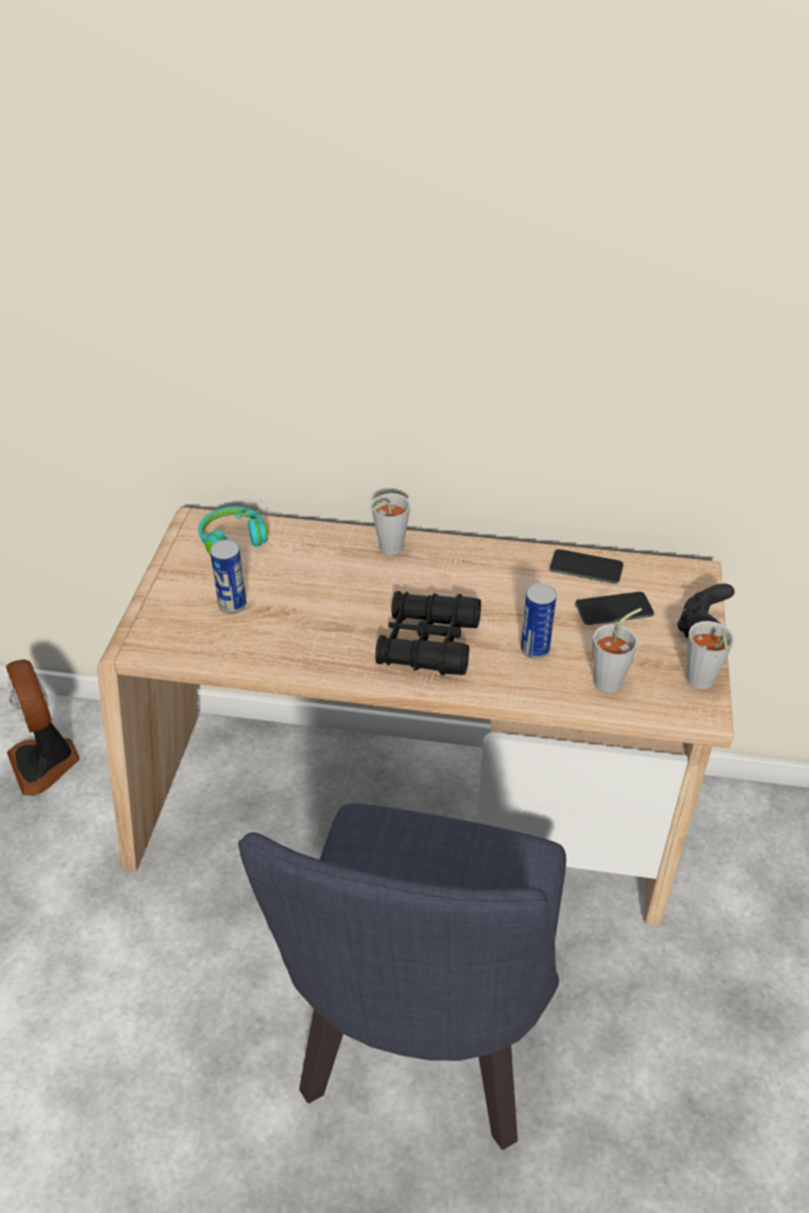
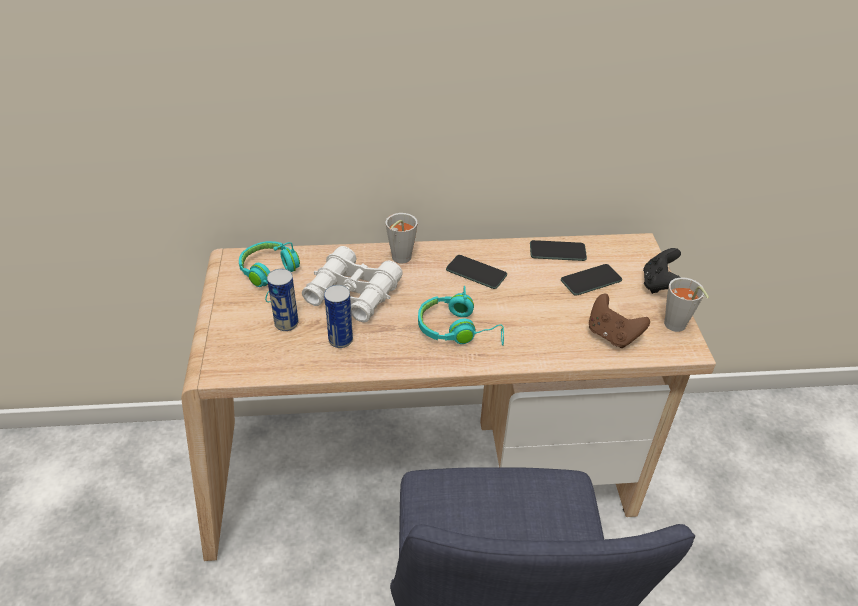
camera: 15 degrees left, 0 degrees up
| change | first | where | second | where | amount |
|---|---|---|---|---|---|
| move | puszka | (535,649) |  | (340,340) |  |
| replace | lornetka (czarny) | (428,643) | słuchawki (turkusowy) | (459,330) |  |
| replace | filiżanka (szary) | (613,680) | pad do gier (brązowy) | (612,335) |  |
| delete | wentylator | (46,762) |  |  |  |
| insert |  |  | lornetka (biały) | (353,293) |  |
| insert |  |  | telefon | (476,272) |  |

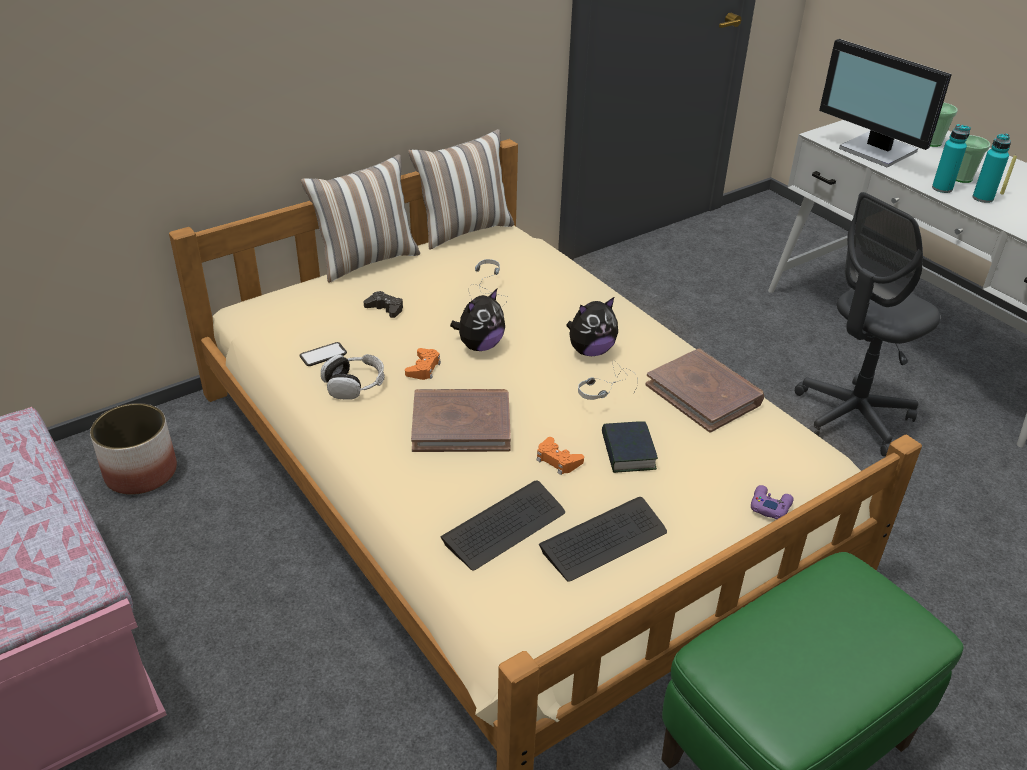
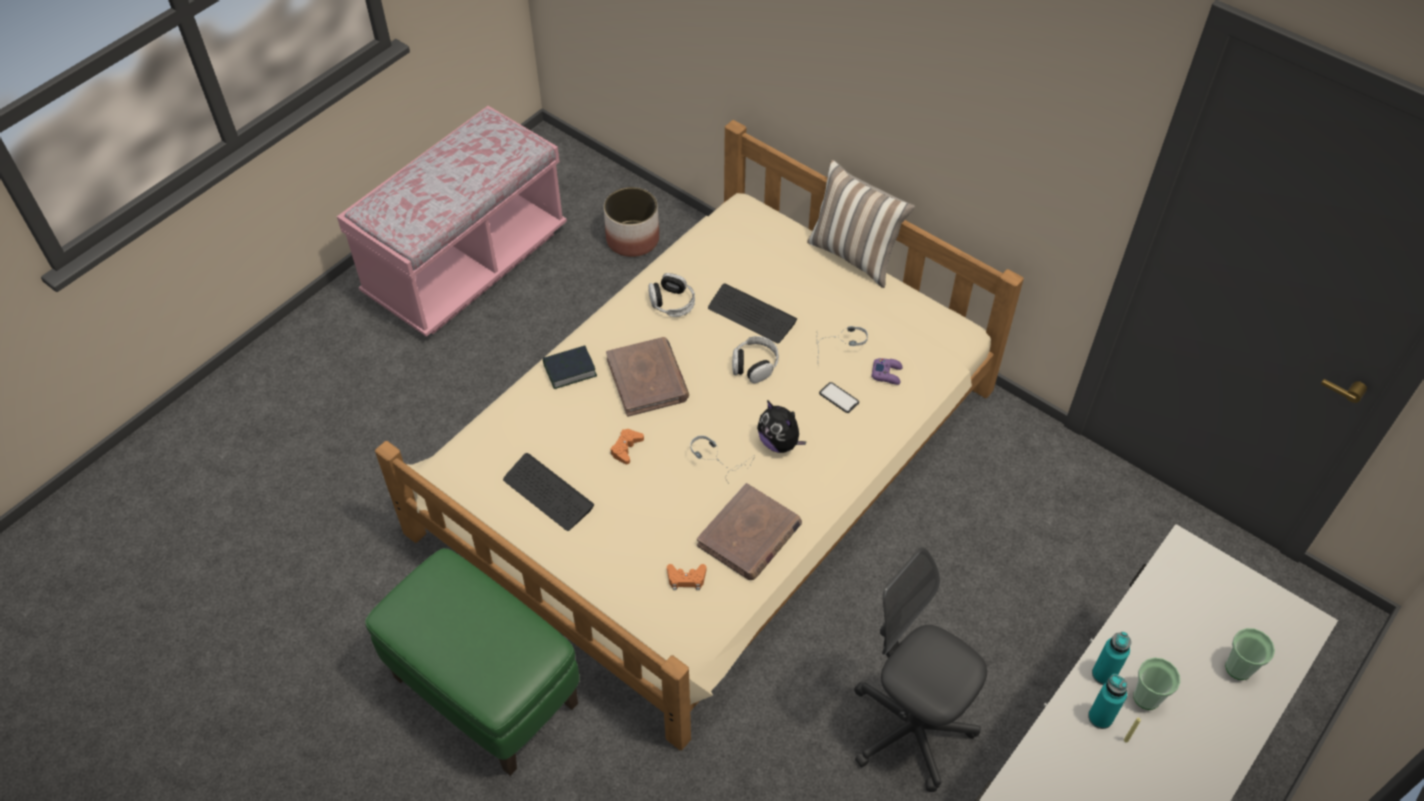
camera: 75 degrees right, 15 degrees up
| change | first | where | second | where | amount |
|---|---|---|---|---|---|
| delete | monitor | (877,151) |  |  |  |
| delete | poduszka | (463,229) |  |  |  |
| replace | pluszak | (479,346) | słuchawki | (754,365) |  |
| delete | pad do gier (czarny) | (385,309) |  |  |  |
| move | telefon | (323,355) |  | (839,398) |  |
| move | pad do gier (pomarańczowy) | (423,368) |  | (686,579) |  |
| move | książka | (628,452) |  | (569,370) |  |
| move | klawiatura | (504,527) |  | (751,315) |  |
| move | pad do gier (fioletowy) | (770,506) |  | (887,373) |  |

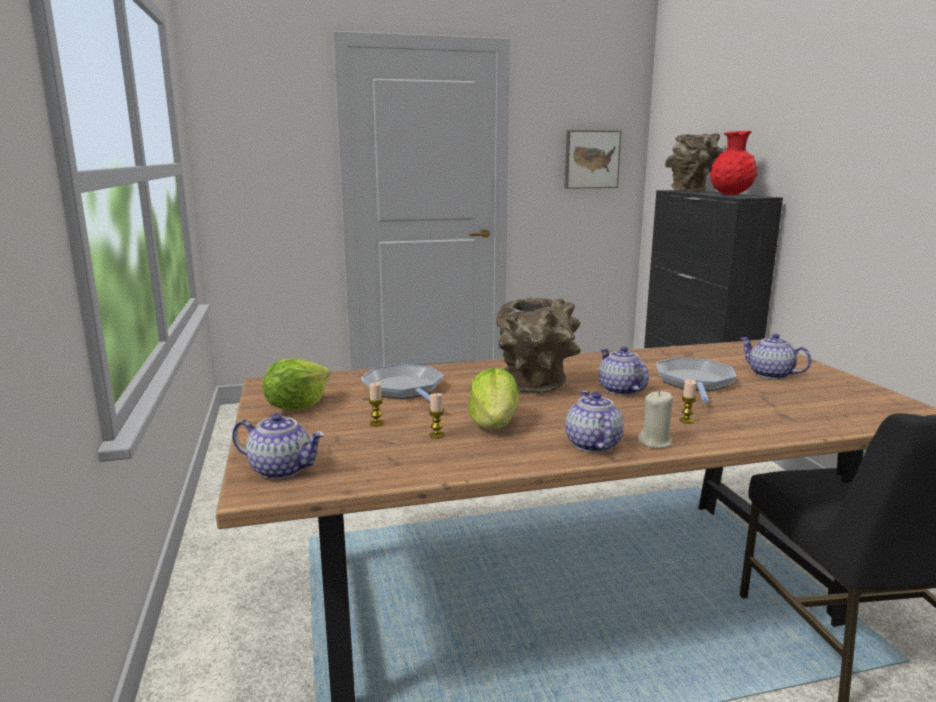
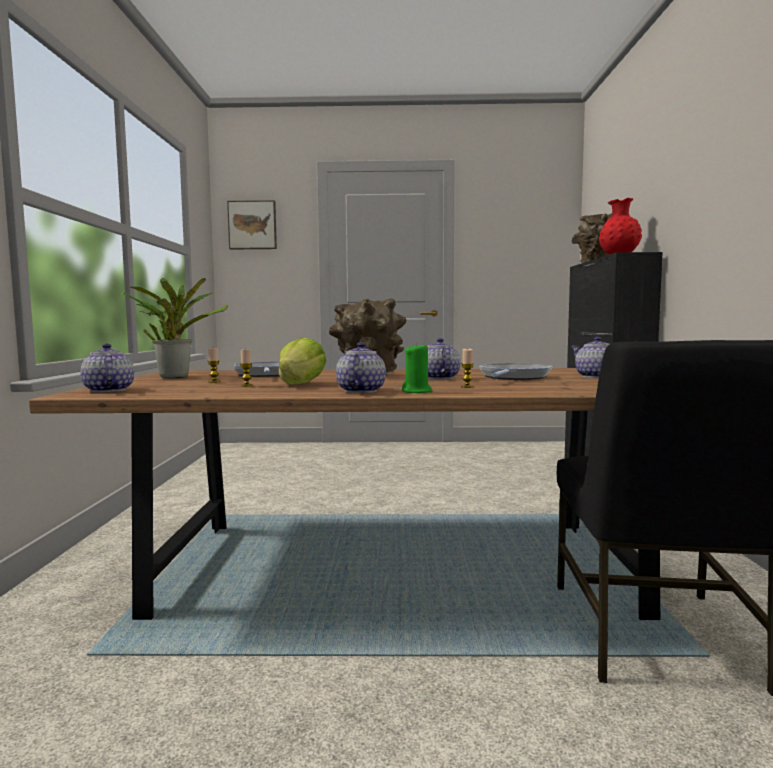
camera: 15 degrees right, 10 degrees down
| change | first | where | second | where | amount |
|---|---|---|---|---|---|
| move | obraz | (591,159) |  | (252,225) |  |
| replace | sałata | (297,406) | roślina doniczkowa | (174,377) |  |
| recolor | świeca (beżowy) | (655,442) | świeca (zielony) | (417,392) |  |
| rotate | imbryk | (282,469) |  | (108,390) | 150 degrees counterclockwise |

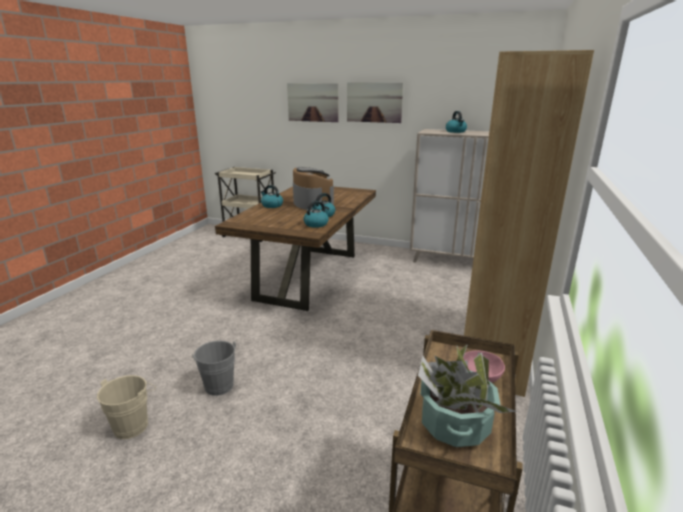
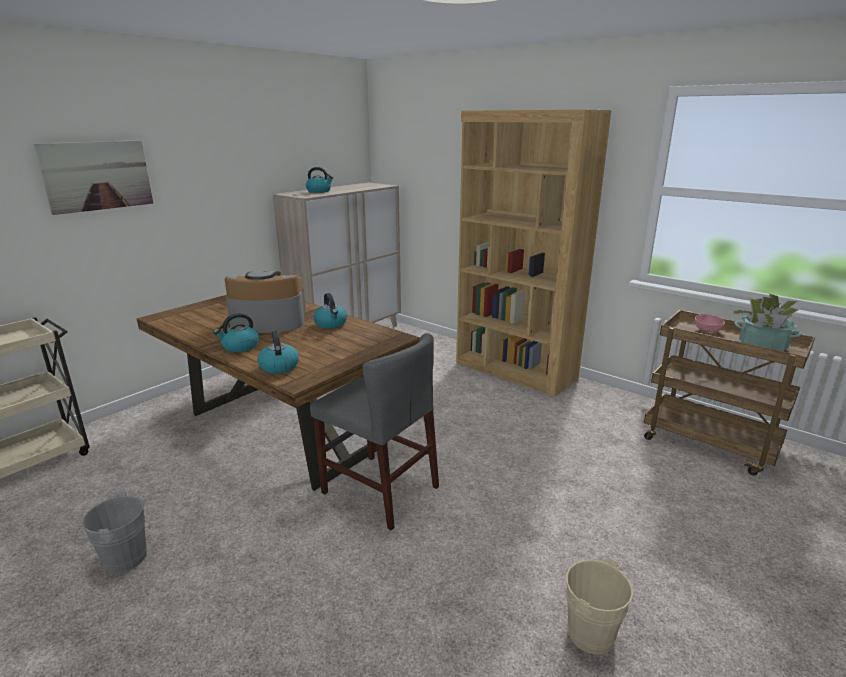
camera: 70 degrees left, 0 degrees up
| change | first | where | second | where | amount |
|---|---|---|---|---|---|
| delete | obraz | (374,102) |  |  |  |
| move | czajnik | (316,224) |  | (279,366) |  |
| move | wiadro (szary) | (218,384) |  | (120,559) |  |
| insert |  |  | krzesło (szary) | (380,490) |  |

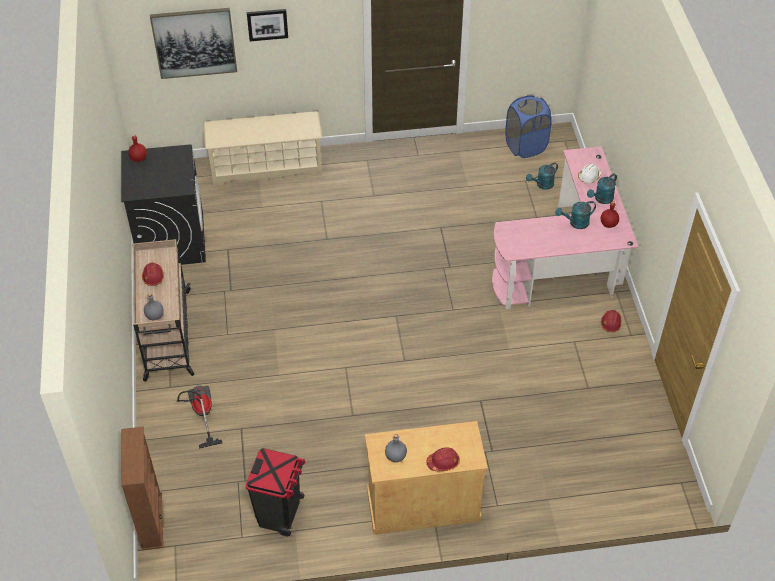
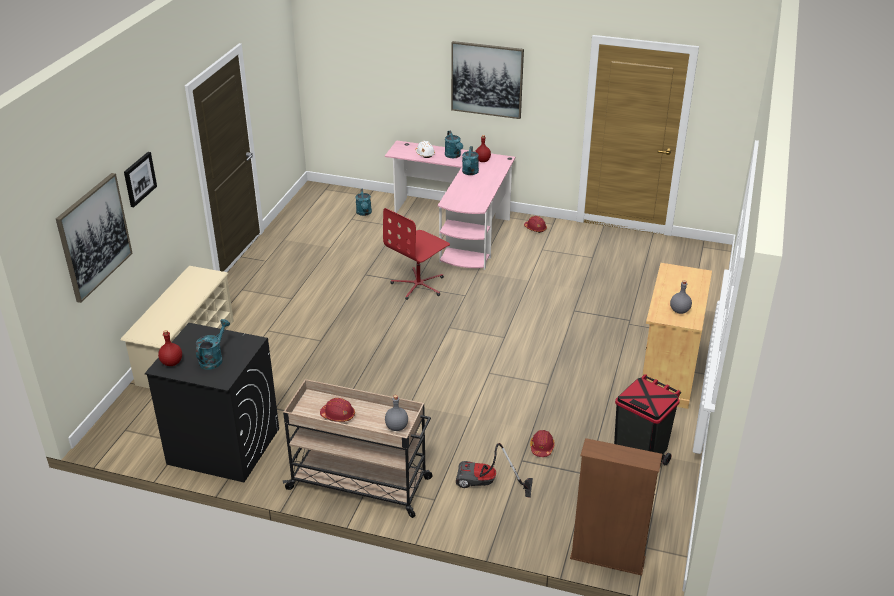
camera: 65 degrees left, 15 degrees down
| change | first | where | second | where | amount |
|---|---|---|---|---|---|
| delete | kosz na pranie (niebieski) | (525,146) |  |  |  |
| move | kask (czerwony) | (443,462) |  | (542,447) |  |
| insert |  |  | obraz | (487,79) |  |
| insert |  |  | krzesło biurowe (czerwony) | (419,285) |  |
| insert |  |  | konewka (turkusowy) | (213,358) |  |

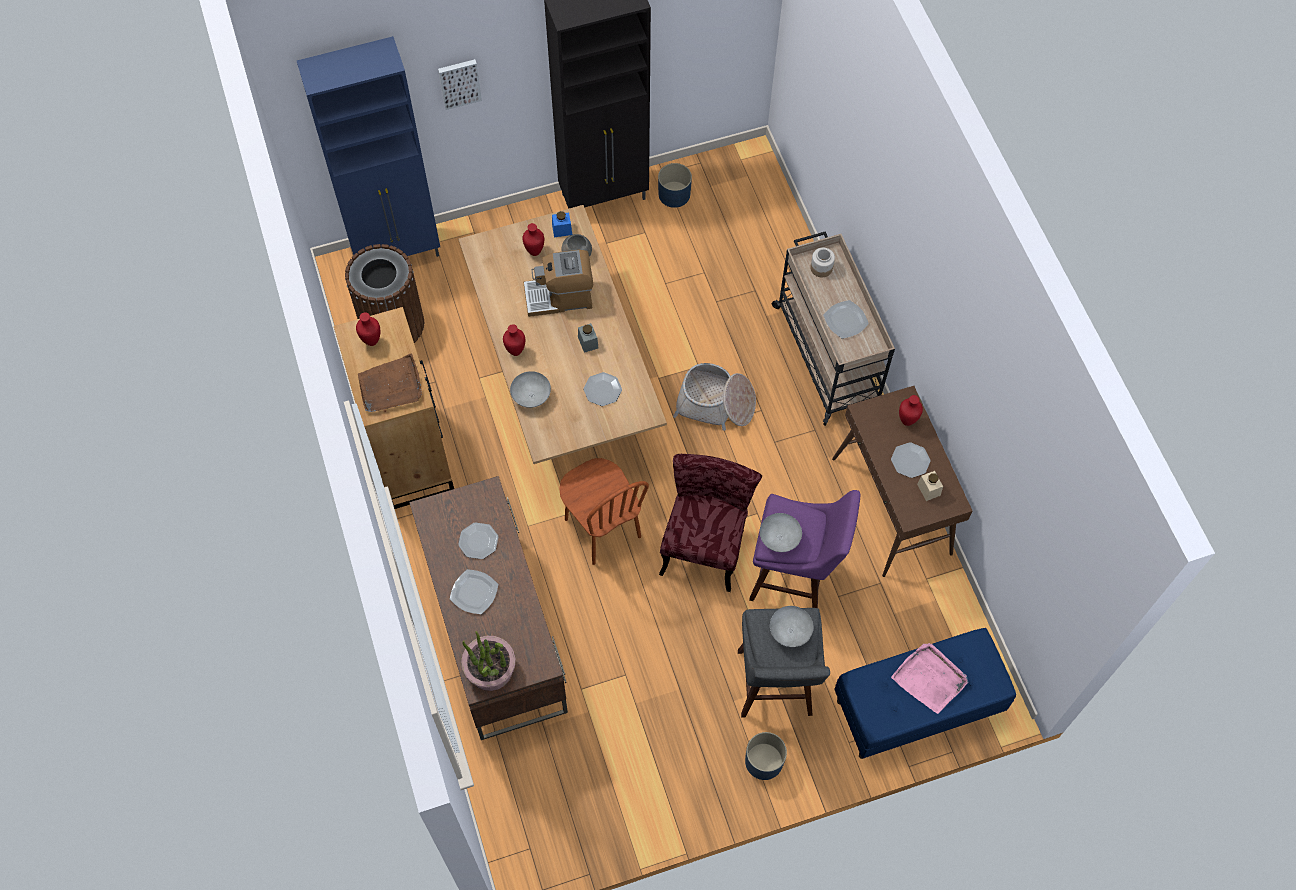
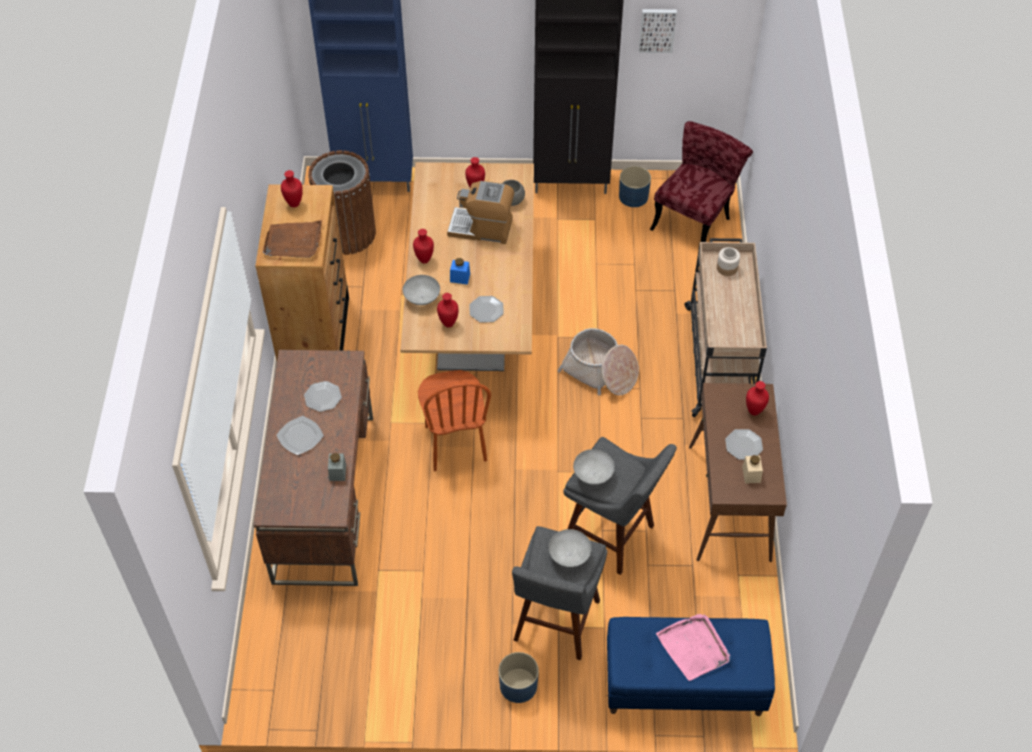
camera: 20 degrees right, 10 degrees down
| change | first | where | second | where | amount |
|---|---|---|---|---|---|
| move | obraz | (459,82) |  | (657,29) |  |
| move | słoik (niebieski) | (562,230) |  | (460,278) |  |
| delete | talerz | (845,320) |  |  |  |
| move | słoik (szary) | (588,342) |  | (337,472) |  |
| move | krzesło (czerwony) | (705,542) |  | (695,219) |  |
| recolor | stołek (fioletowy) | (794,578) | stołek (szary) | (612,536) |  |
| delete | roślina doniczkowa | (490,670) |  |  |  |
| insert |  |  | wazon (czerwony) | (449,324) |  |

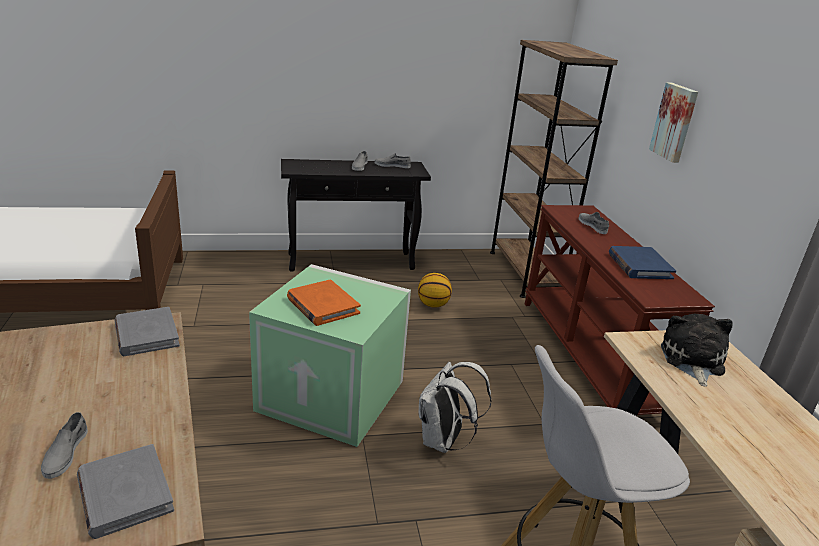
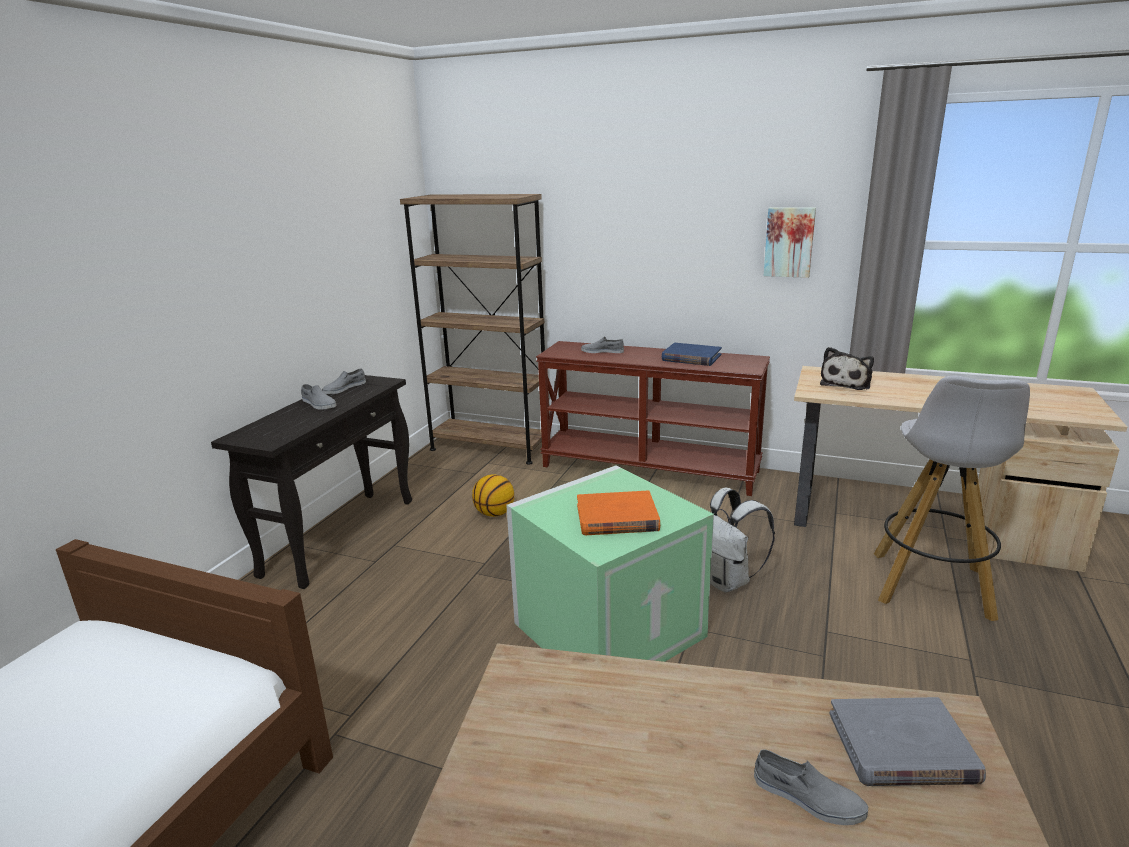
camera: 55 degrees left, 5 degrees down
| change | first | where | second | where | amount |
|---|---|---|---|---|---|
| move | obraz | (675,122) |  | (789,242) |  |
| delete | książka (szary) | (146,334) |  |  |  |
| rotate | pluszak | (692,360) |  | (846,383) | 105 degrees counterclockwise |

